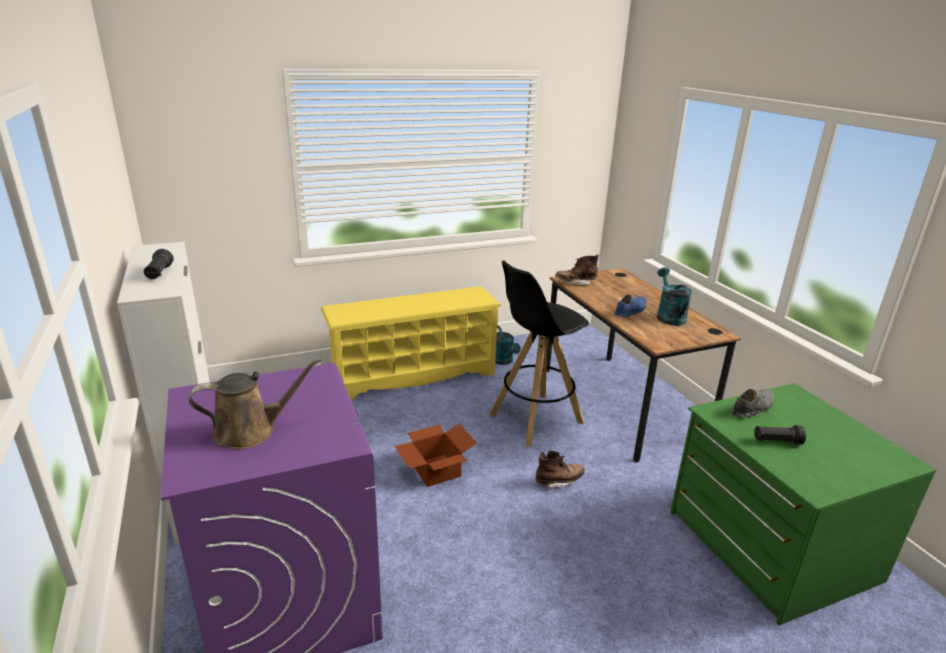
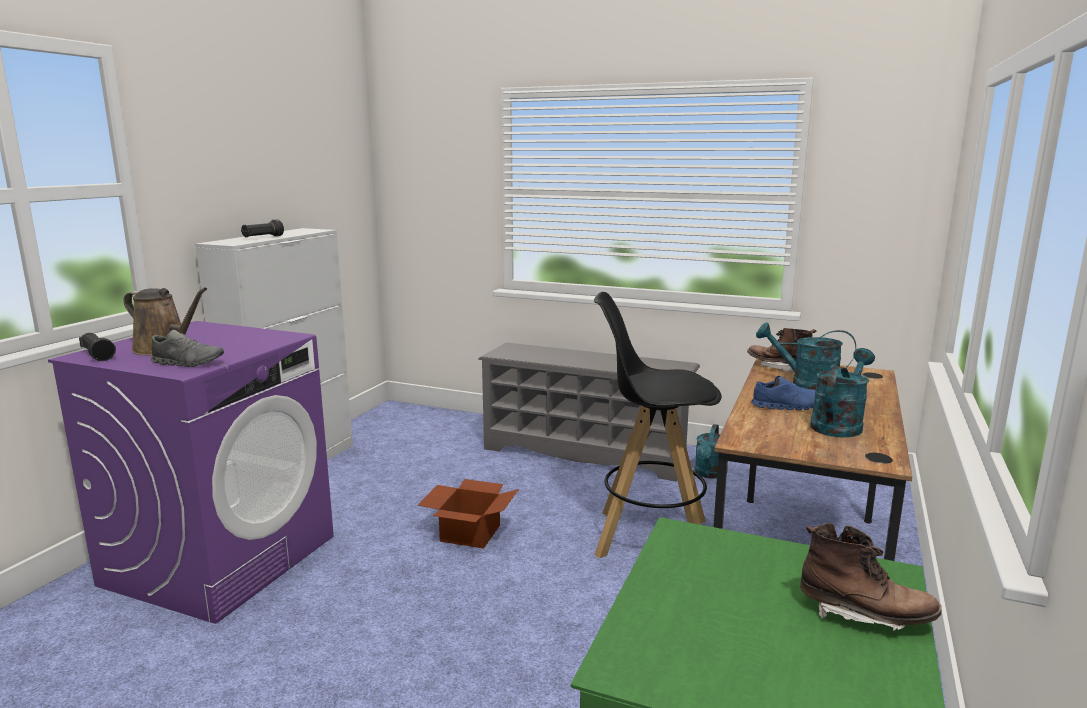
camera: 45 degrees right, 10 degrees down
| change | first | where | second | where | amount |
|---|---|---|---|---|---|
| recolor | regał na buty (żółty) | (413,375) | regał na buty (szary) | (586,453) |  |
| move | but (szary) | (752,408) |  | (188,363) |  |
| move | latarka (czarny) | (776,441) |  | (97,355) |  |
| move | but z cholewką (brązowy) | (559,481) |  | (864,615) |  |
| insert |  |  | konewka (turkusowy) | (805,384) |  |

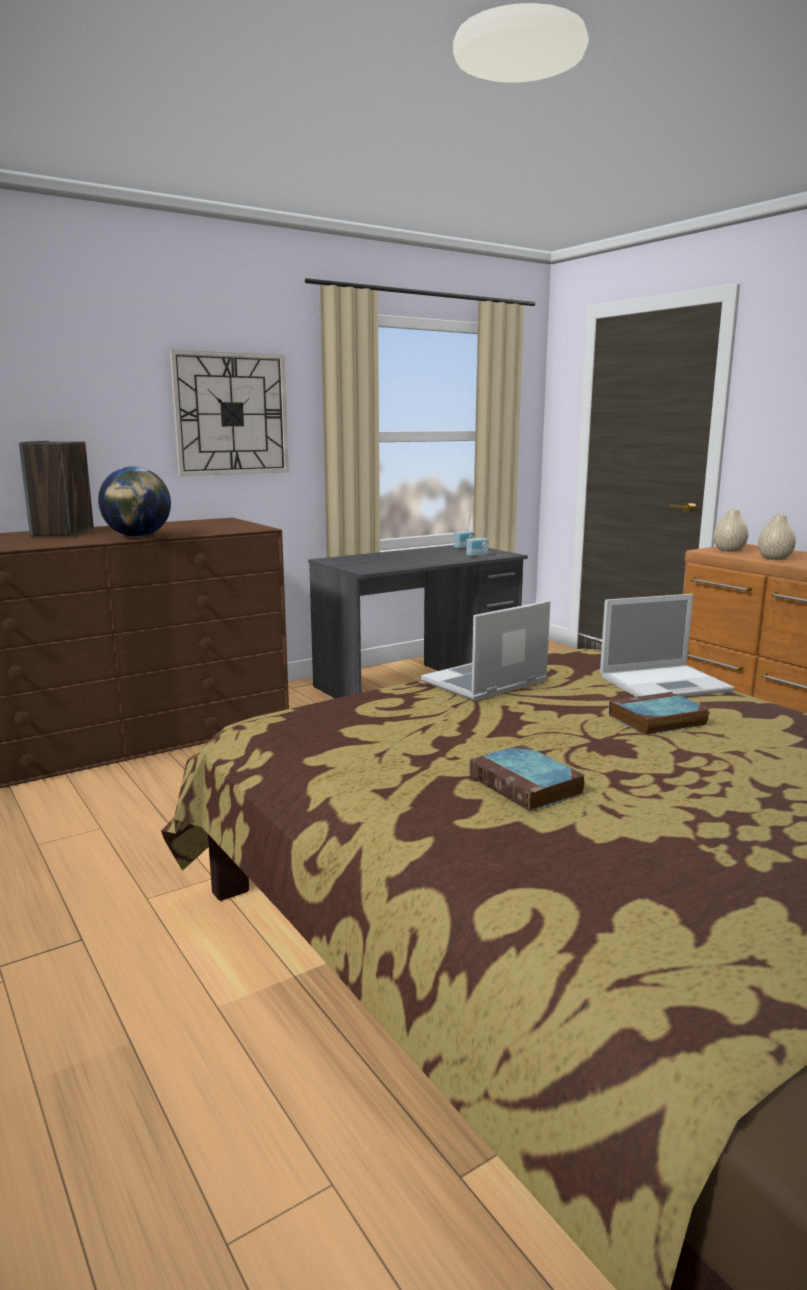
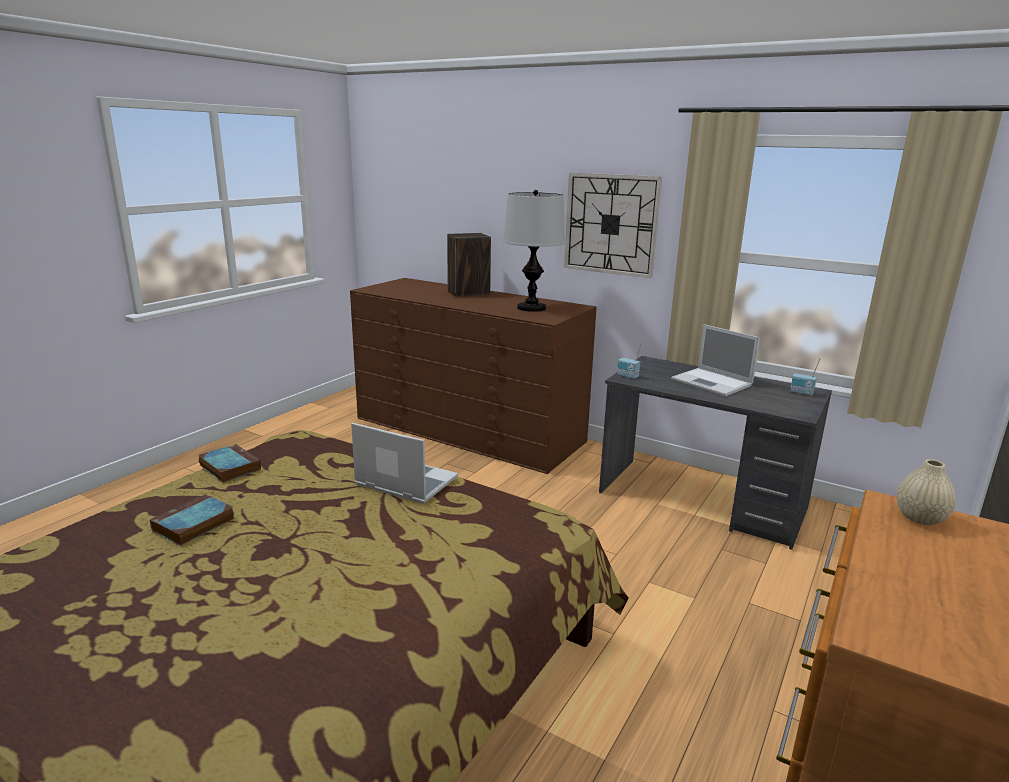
camera: 65 degrees right, 5 degrees up
| change | first | where | second | where | amount |
|---|---|---|---|---|---|
| delete | globus | (138,537) |  |  |  |
| delete | wazon (beżowy) | (774,558) |  |  |  |
| move | radio | (477,555) |  | (627,376) |  |
| move | laptop | (666,683) |  | (713,383) |  |
| move | książka | (656,720) |  | (229,467) |  |
| insert |  |  | lampa stołowa | (531,308) |  |

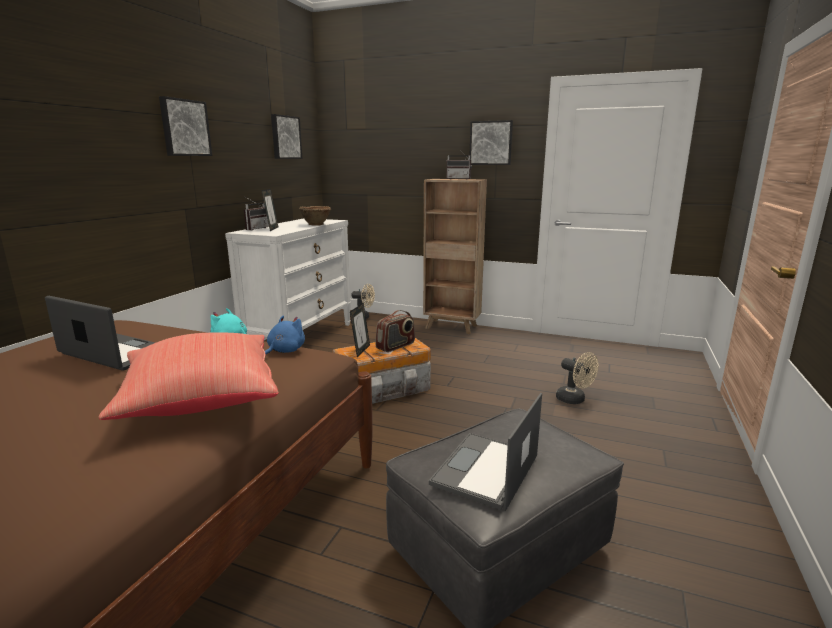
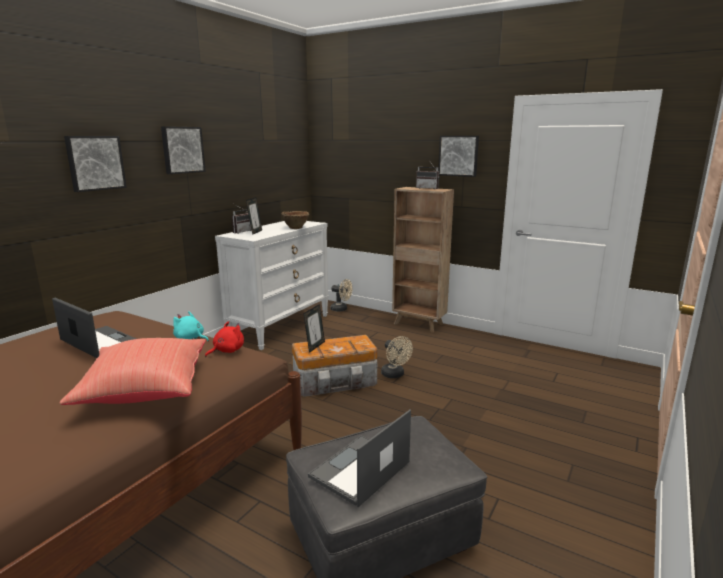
camera: 10 degrees right, 0 degrees up
| change | first | where | second | where | amount |
|---|---|---|---|---|---|
| move | obraz | (285,137) |  | (95,163) |  |
| delete | radio | (396,346) |  |  |  |
| recolor | pluszak (niebieski) | (284,351) | pluszak (czerwony) | (227,351) |  |
| move | wentylator (beżowy) | (574,400) |  | (395,375) |  |

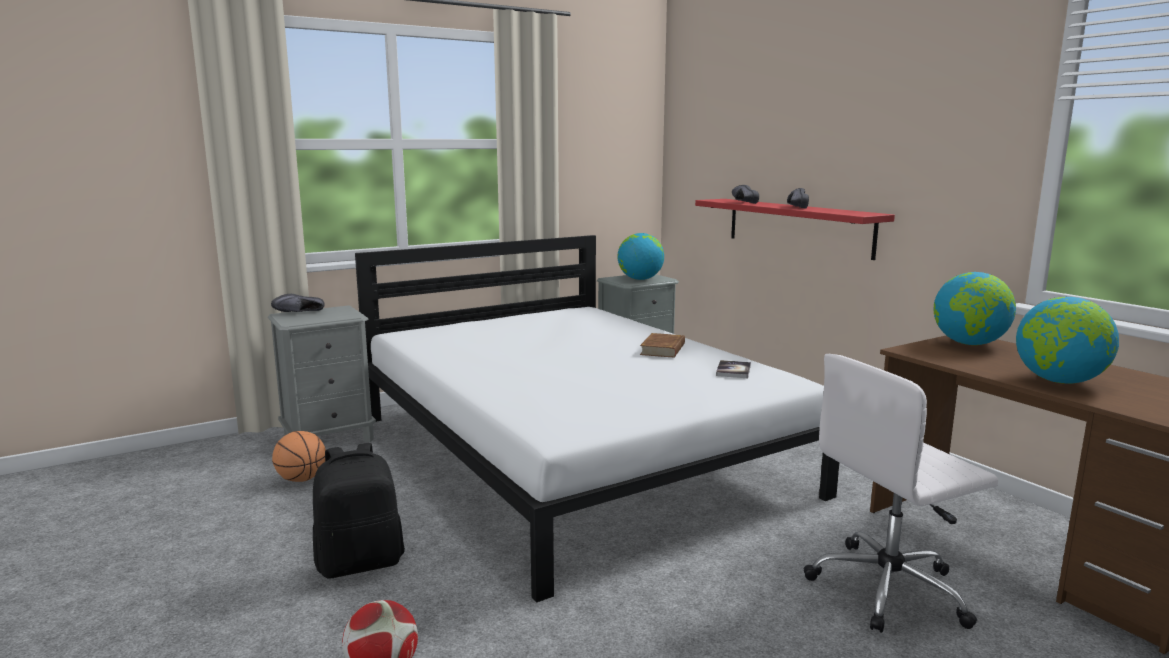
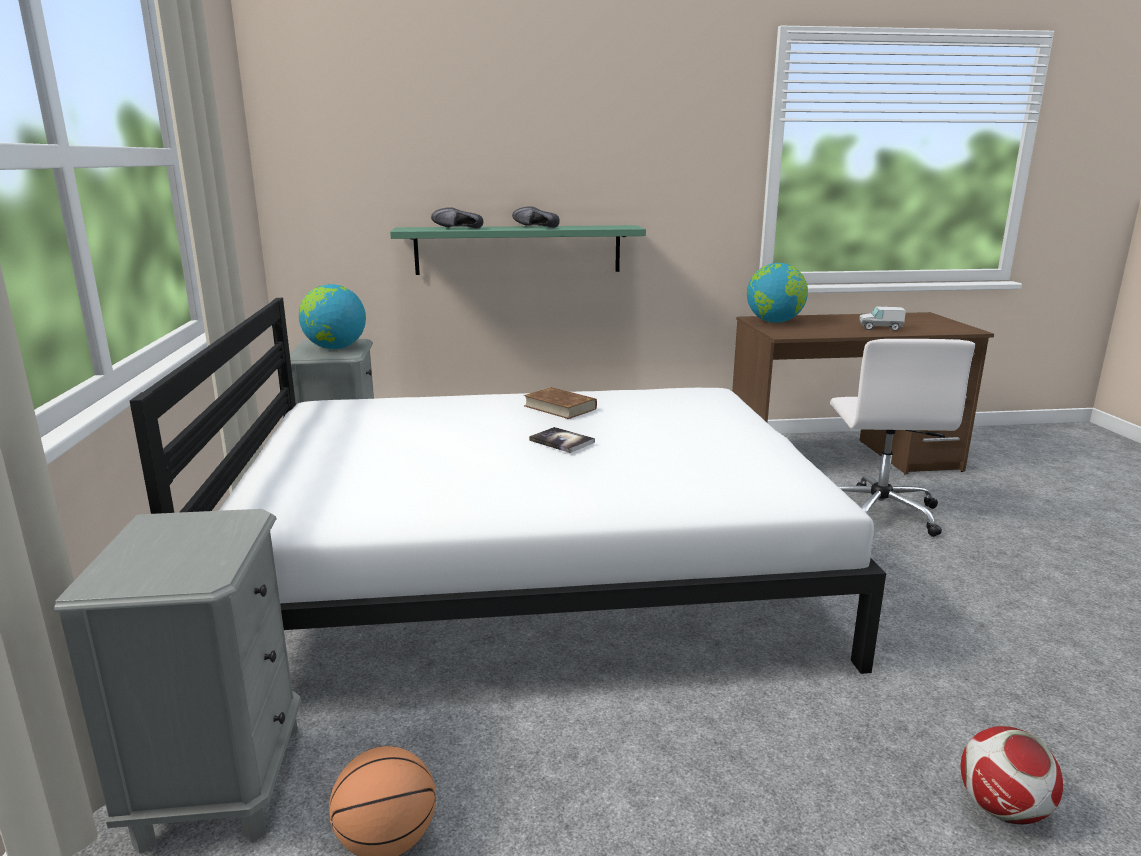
camera: 65 degrees left, 5 degrees up
| change | first | where | second | where | amount |
|---|---|---|---|---|---|
| recolor | półka (czerwony) | (797,226) | półka (zielony) | (518,249) |  |
| delete | but (czarny) | (300,313) |  |  |  |
| replace | globus | (1059,381) | ciężarówka zabawkowa | (880,328) |  |
| move | książka | (733,370) |  | (562,441) |  |
| delete | plecak (czarny) | (360,562) |  |  |  |

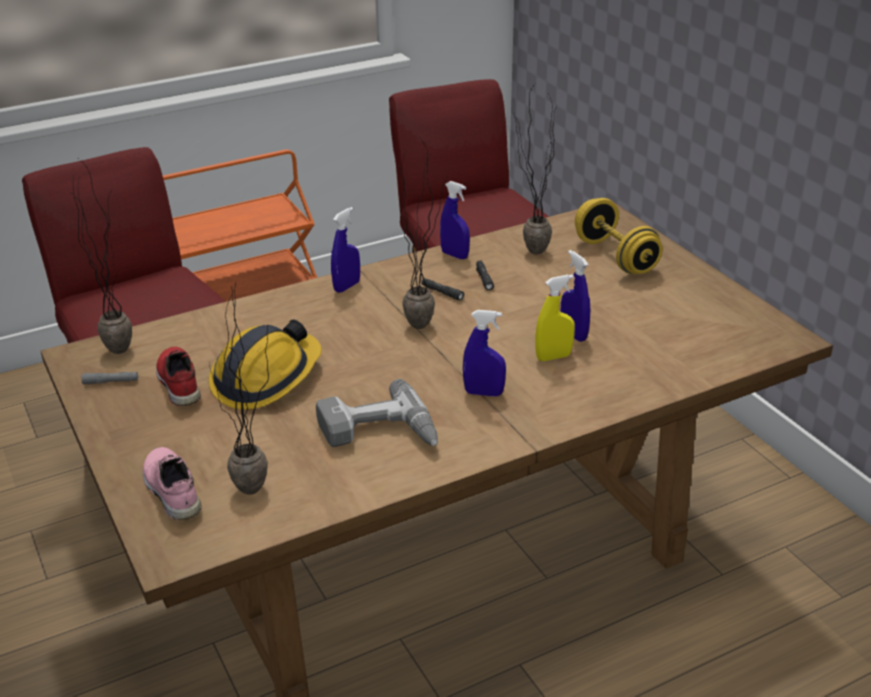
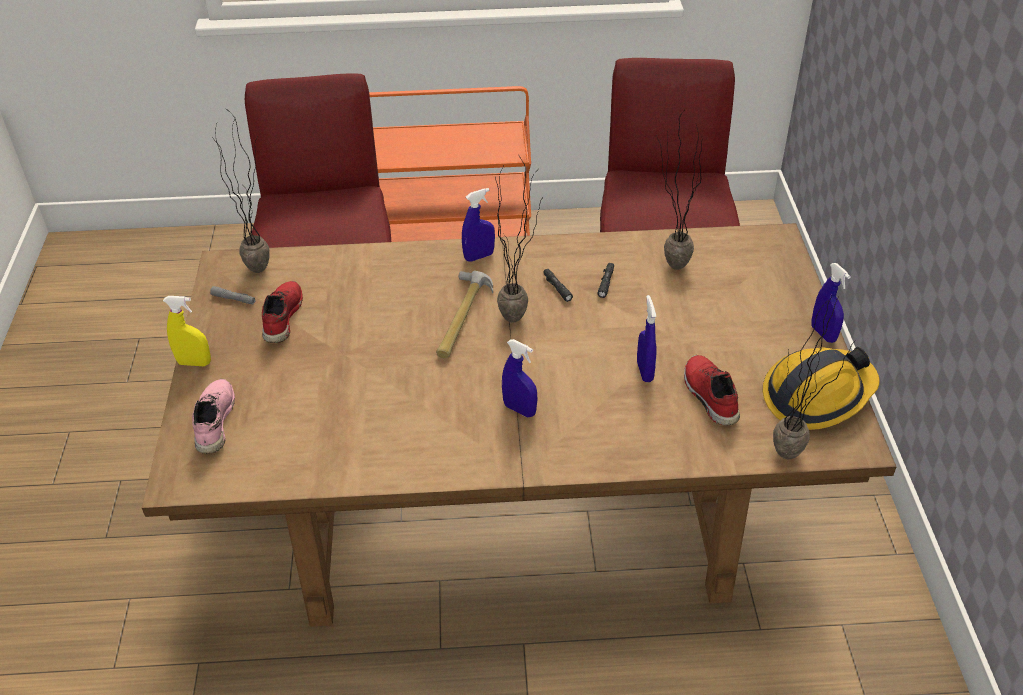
camera: 25 degrees right, 10 degrees up
| change | first | where | second | where | amount |
|---|---|---|---|---|---|
| move | spryskiwacz (niebieski) | (454,255) |  | (823,334) |  |
| delete | hantel (żółty) | (615,257) |  |  |  |
| move | spryskiwacz (żółty) | (553,357) |  | (194,363) |  |
| move | roślina doniczkowa | (257,496) |  | (791,462) |  |
| move | kask | (266,378) |  | (817,395) |  |
| delete | wiertarka | (379,434) |  |  |  |
| insert |  |  | młotek | (461,317) |  |
| insert |  |  | but (czerwony) | (708,396) |  |

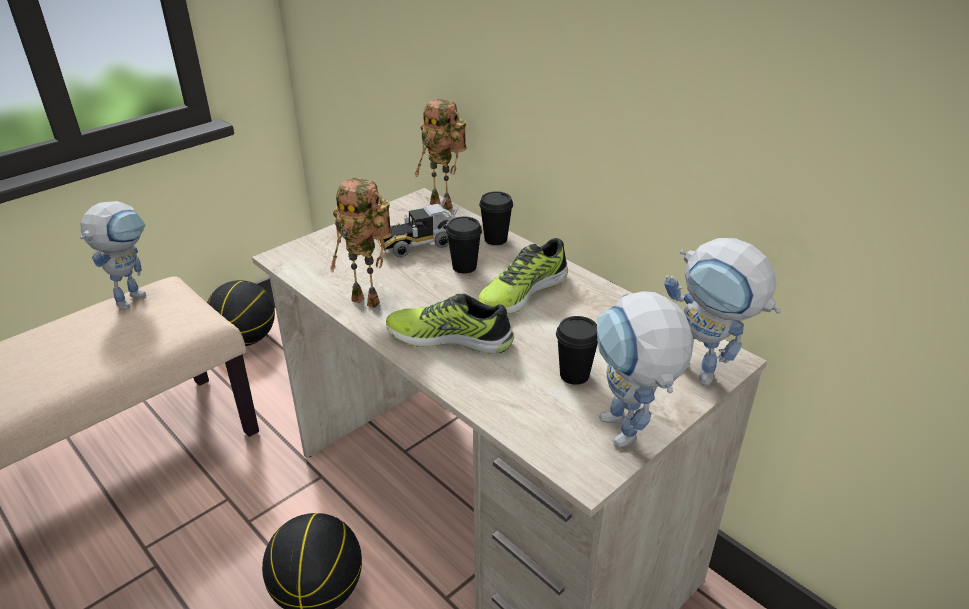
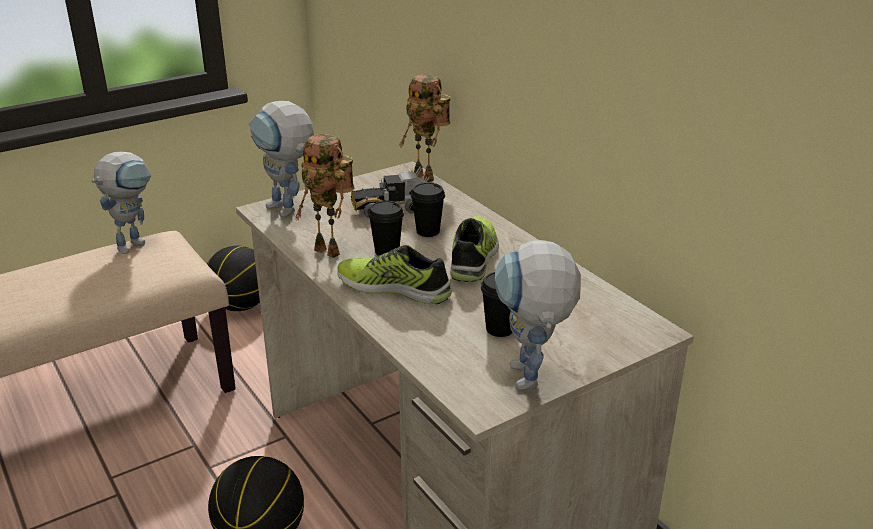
camera: 10 degrees right, 5 degrees down
| change | first | where | second | where | amount |
|---|---|---|---|---|---|
| move | filiżanka (czarny) | (495,239) |  | (387,251) |  |
| rotate | but | (521,292) |  | (474,257) | 135 degrees clockwise |
| move | robot zabawkowy | (706,375) |  | (289,212) |  |

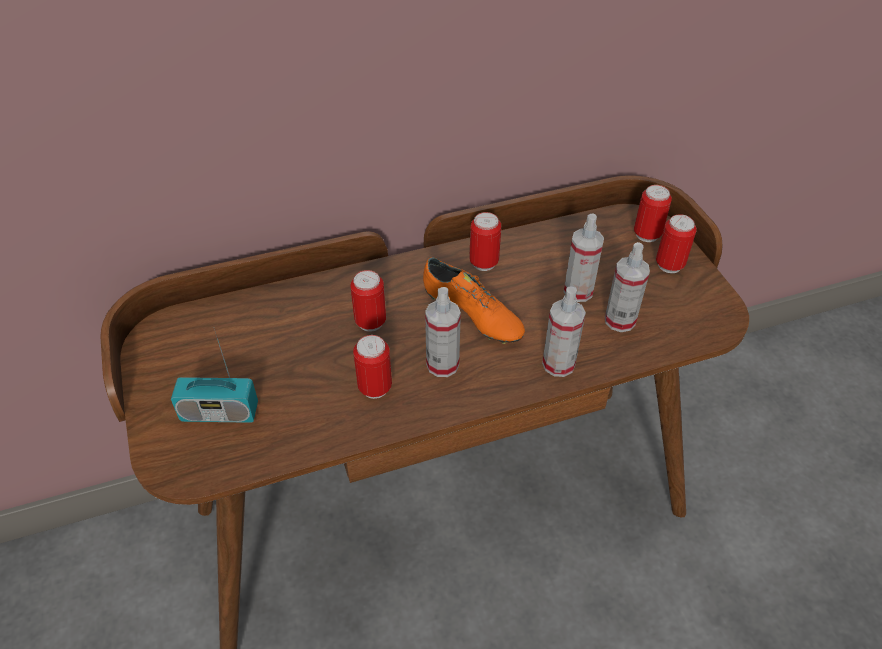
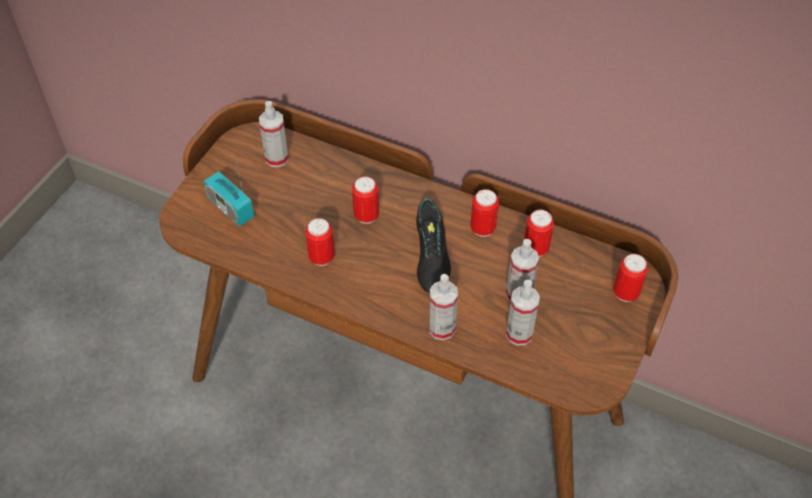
camera: 45 degrees right, 5 degrees up
| change | first | where | second | where | amount |
|---|---|---|---|---|---|
| move | puszka | (669,265) |  | (535,249) |  |
| recolor | but (pomarańczowy) | (472,315) | but (czarny) | (430,257) |  |
| move | spryskiwacz | (442,364) |  | (277,158) |  |

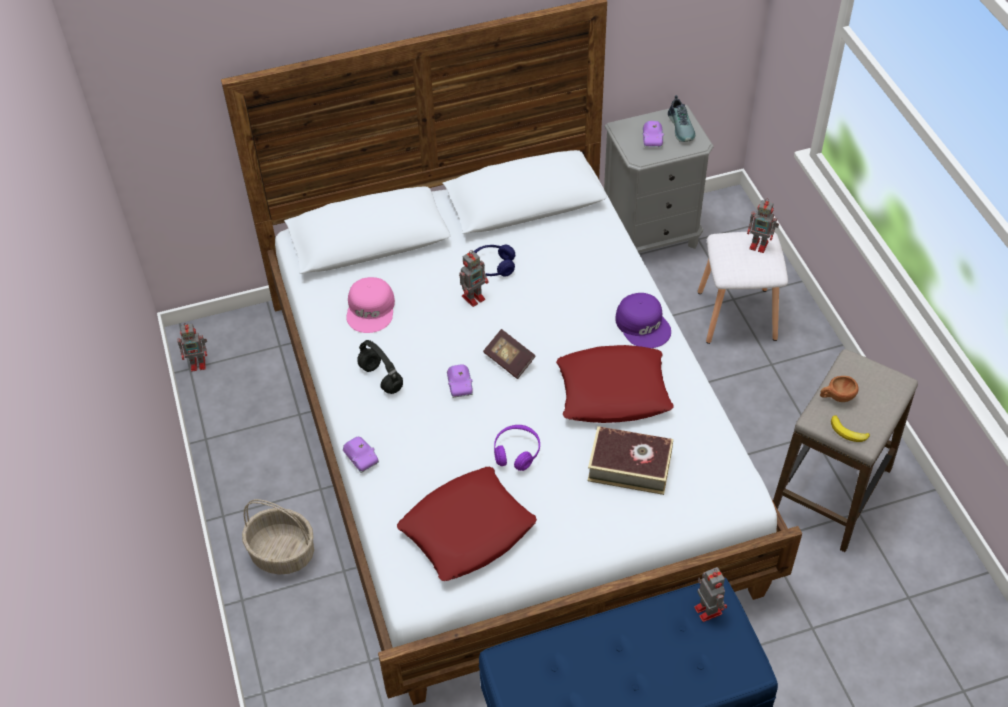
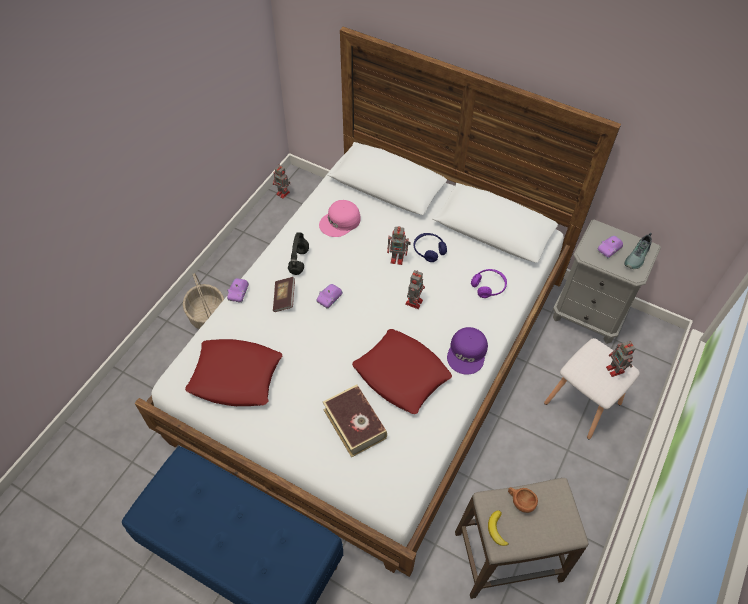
camera: 45 degrees right, 5 degrees up
| change | first | where | second | where | amount |
|---|---|---|---|---|---|
| move | książka | (509,360) |  | (284,298) |  |
| move | słuchawki (fioletowy) | (516,452) |  | (488,286) |  |
| move | robot zabawkowy | (707,609) |  | (414,301) |  |

